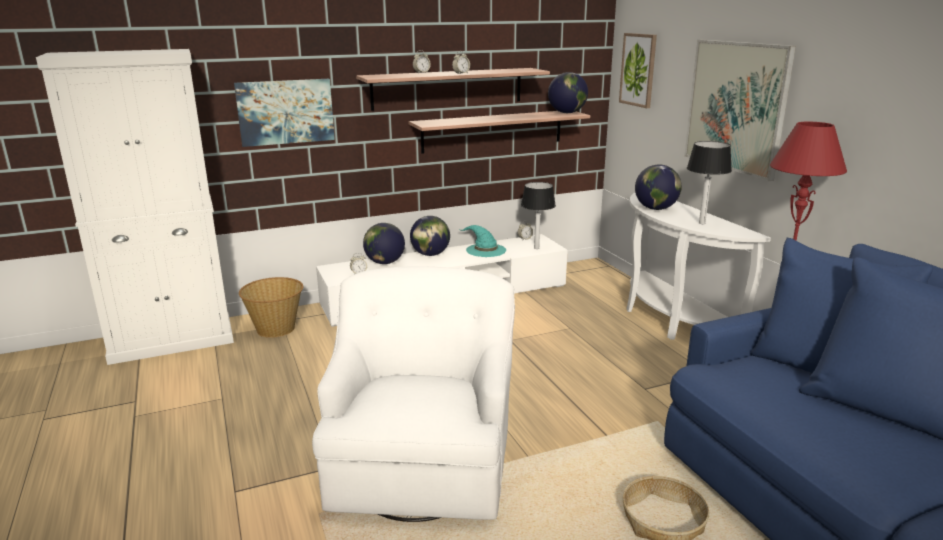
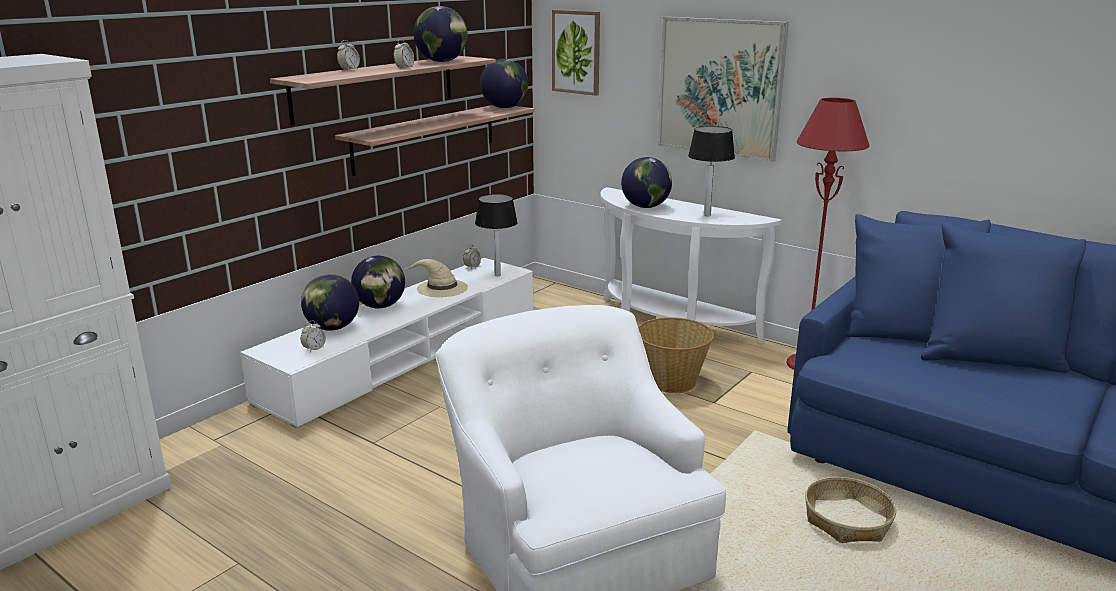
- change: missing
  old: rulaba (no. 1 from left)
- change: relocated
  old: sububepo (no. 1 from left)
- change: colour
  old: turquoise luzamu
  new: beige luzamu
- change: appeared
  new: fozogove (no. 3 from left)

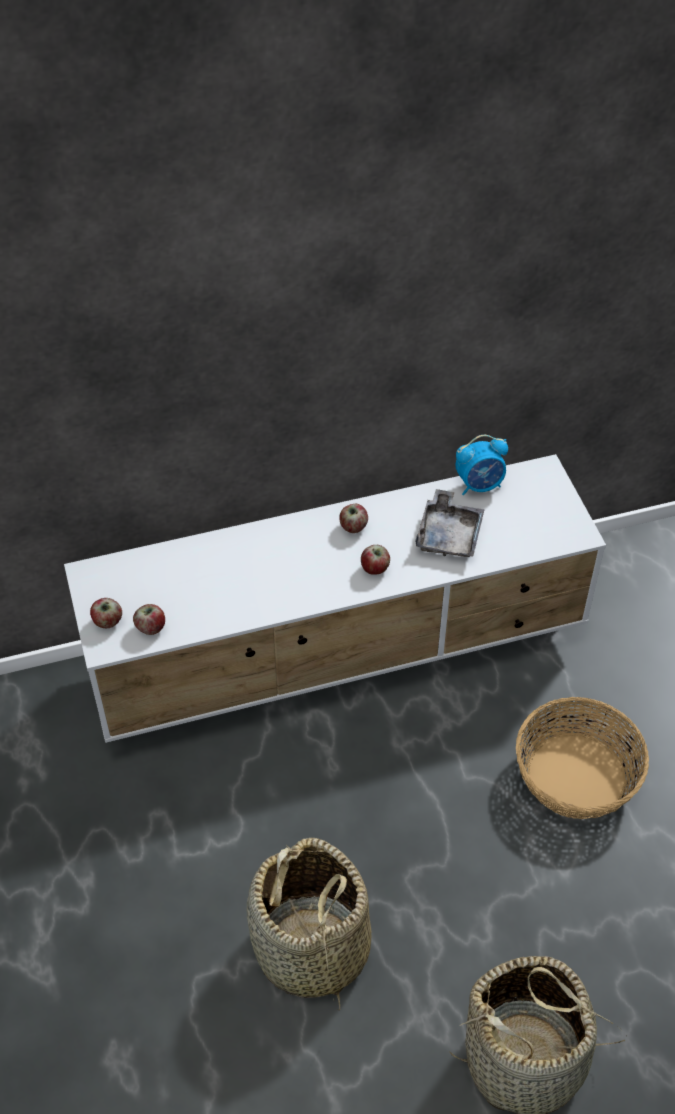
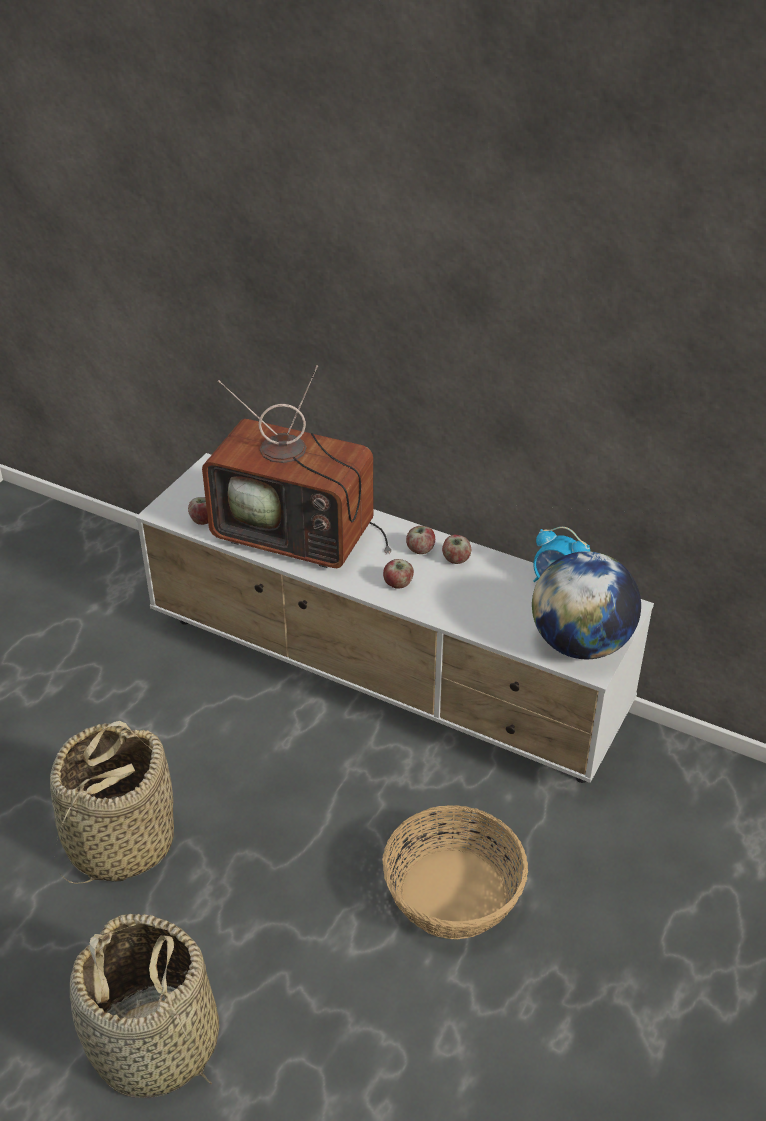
- change: relocated
  old: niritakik (no. 1 from left in the first image)
  new: niritakik (no. 4 from left)
- change: missing
  old: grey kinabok
- change: appeared
  new: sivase
- change: appeared
  new: fozogove

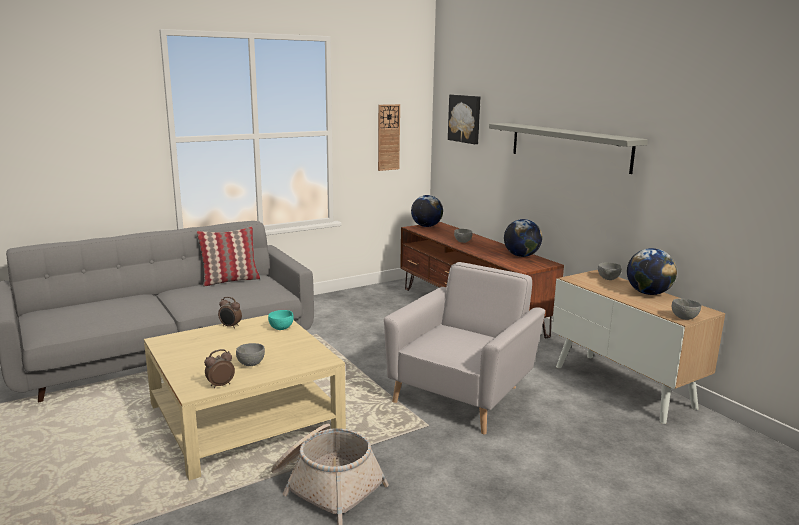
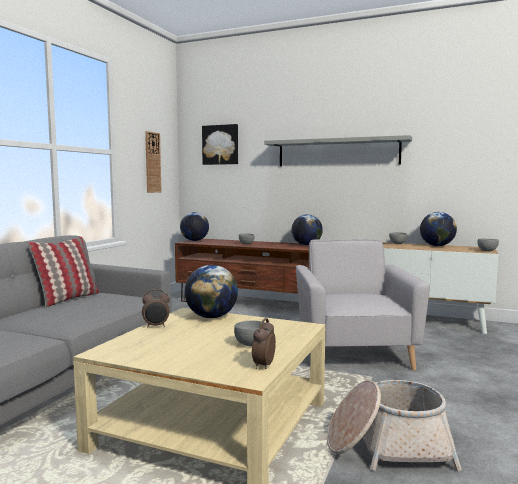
- change: exchanged
  old: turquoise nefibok
  new: fozogove (no. 2 from left)

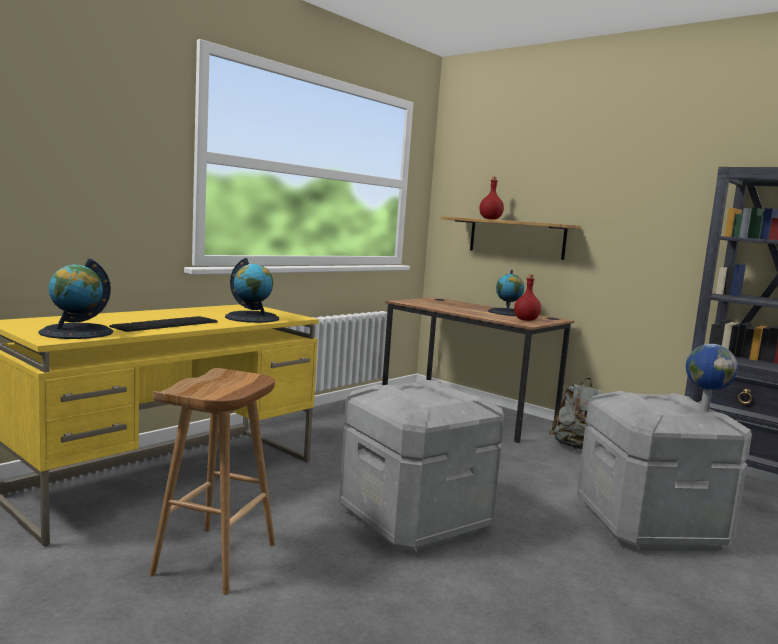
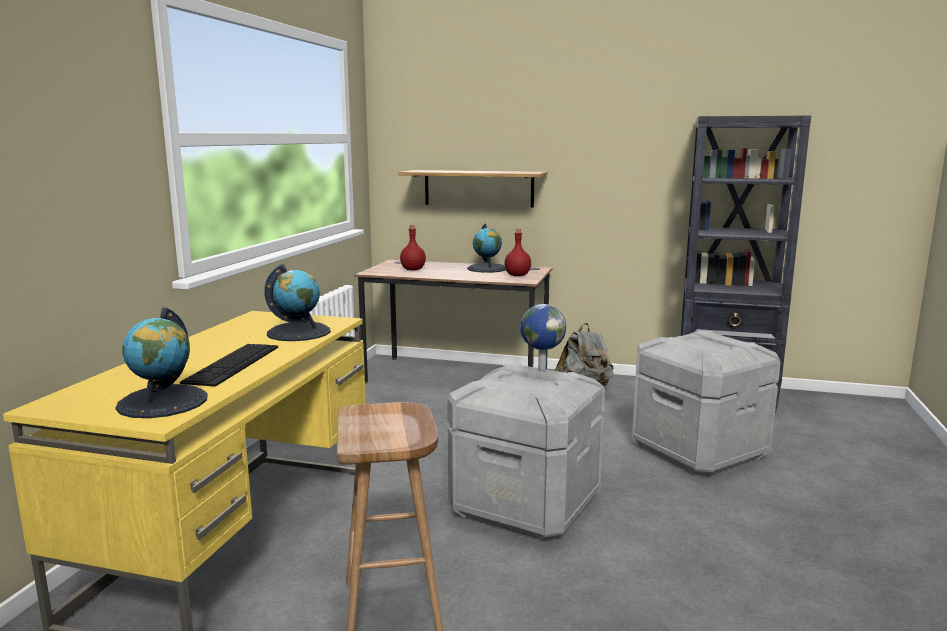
- change: relocated
  old: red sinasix (no. 1 from left)
- change: relocated
  old: fozogove (no. 4 from left)

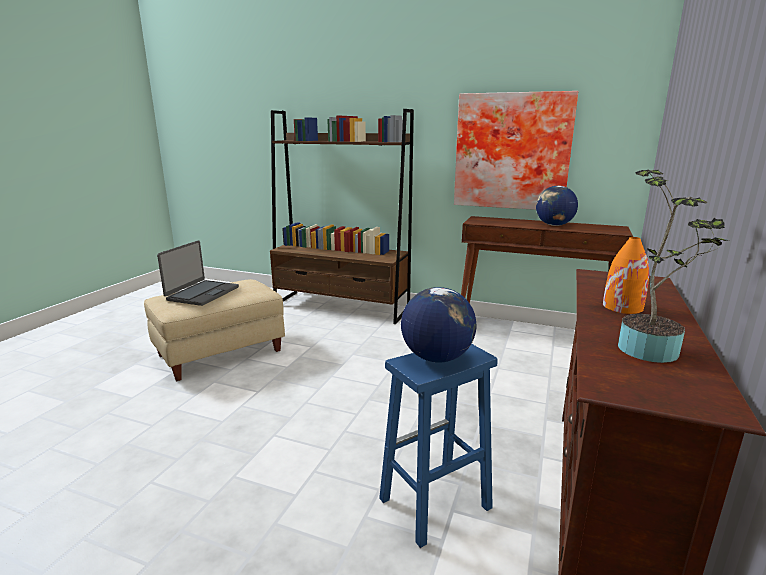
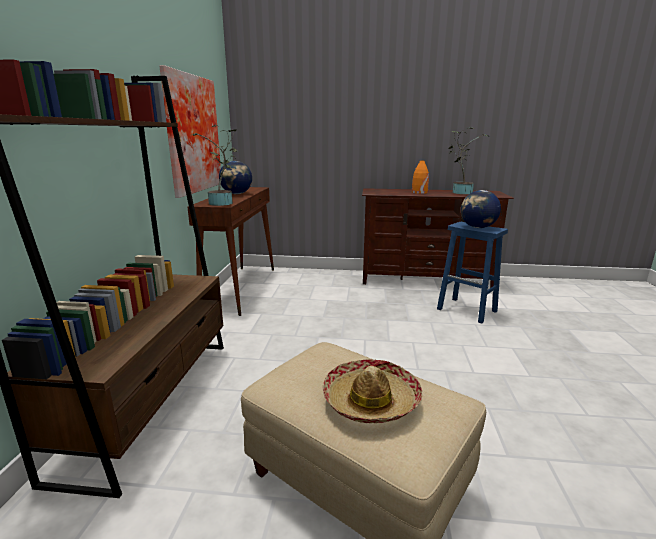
- change: exchanged
  old: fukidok
  new: luzamu
- change: appeared
  new: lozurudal (no. 1 from left)

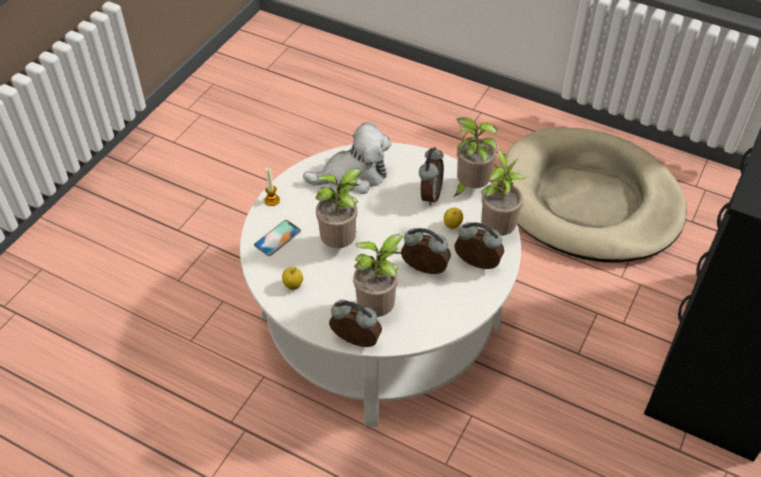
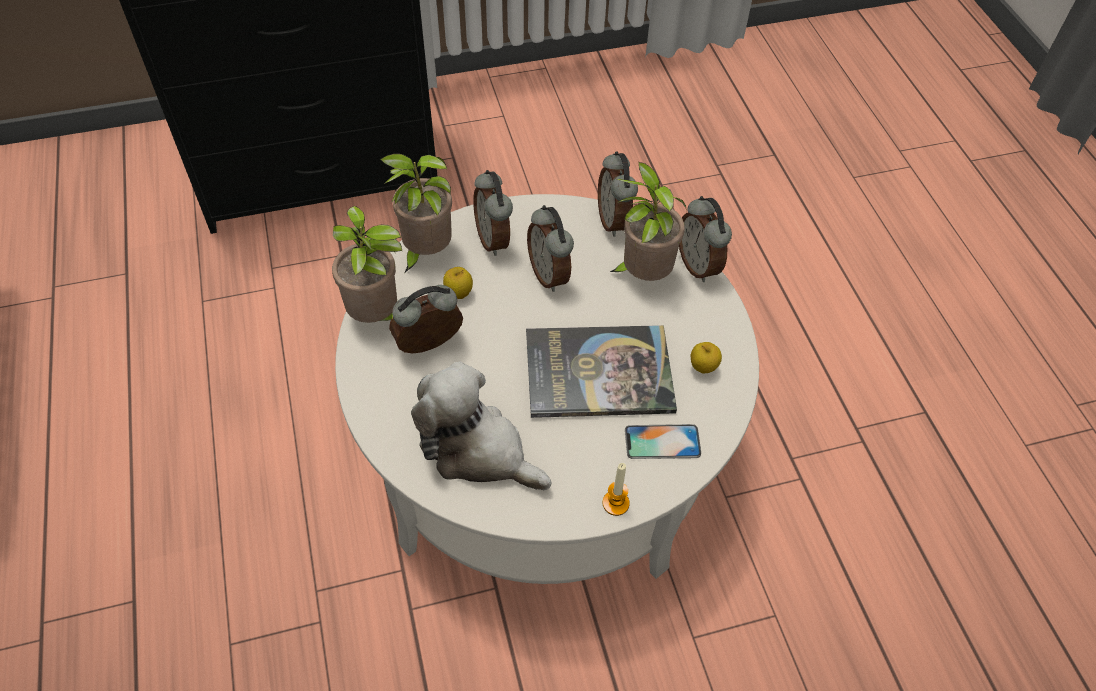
- change: exchanged
  old: lozurudal (no. 1 from left)
  new: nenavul
- change: missing
  old: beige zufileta
- change: appeared
  new: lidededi (no. 4 from left)

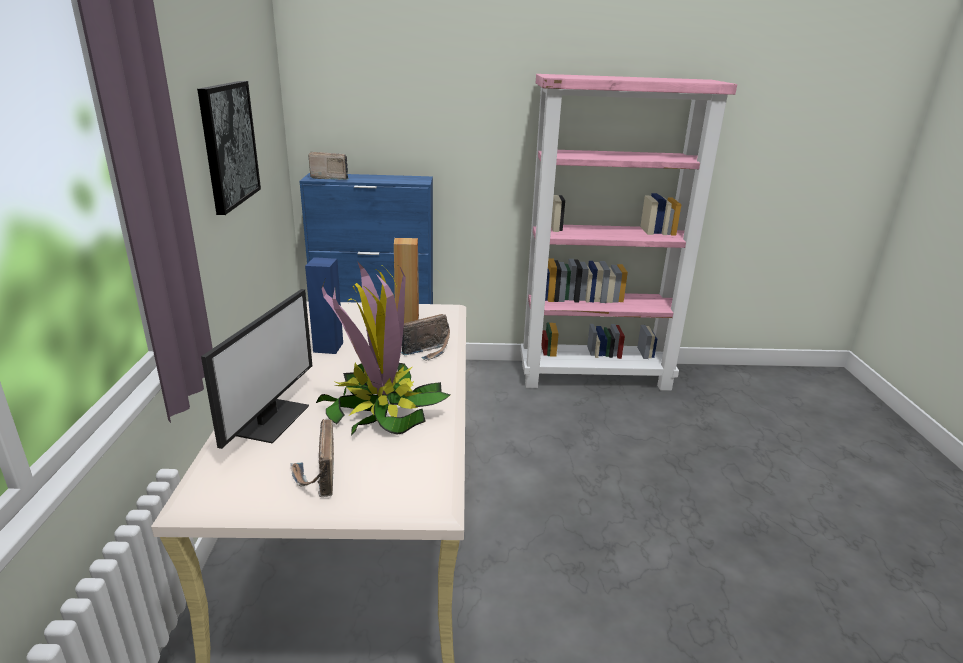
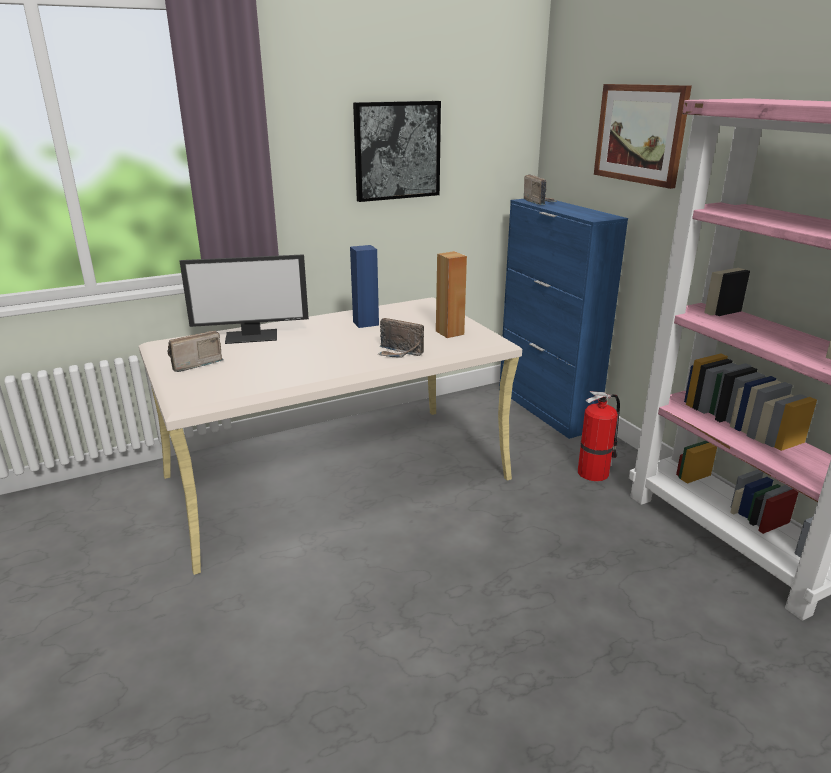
- change: missing
  old: lozurudal
- change: appeared
  new: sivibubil
- change: appeared
  new: rulaba (no. 2 from left)

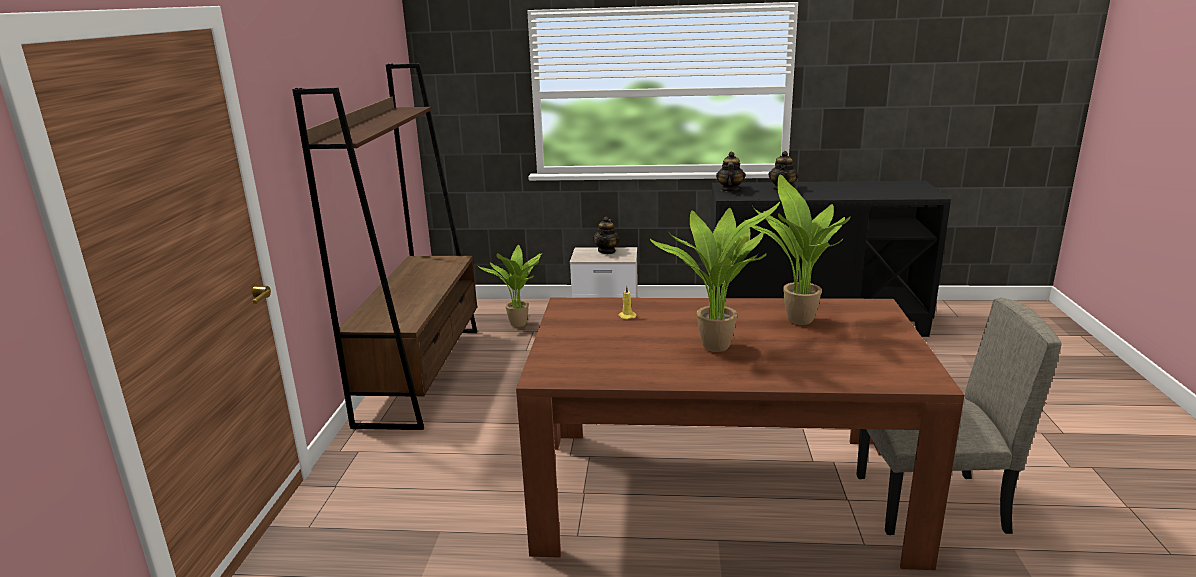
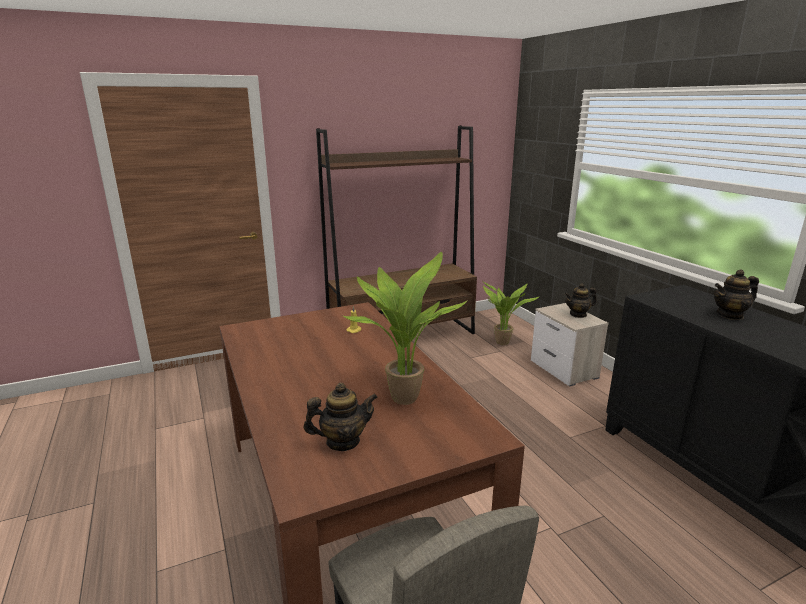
- change: missing
  old: lozurudal (no. 2 from left)
- change: relocated
  old: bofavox (no. 2 from left in the first image)
  new: bofavox (no. 1 from left)

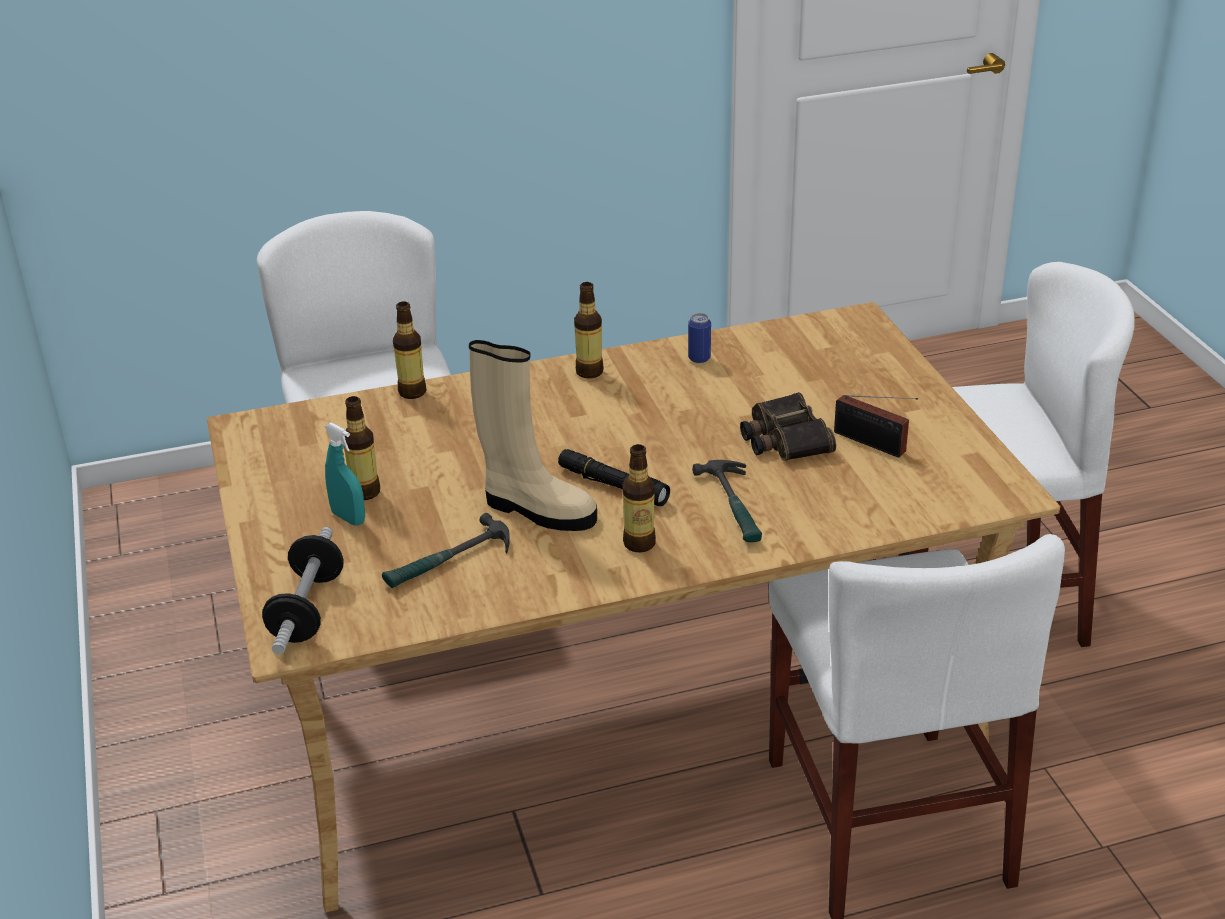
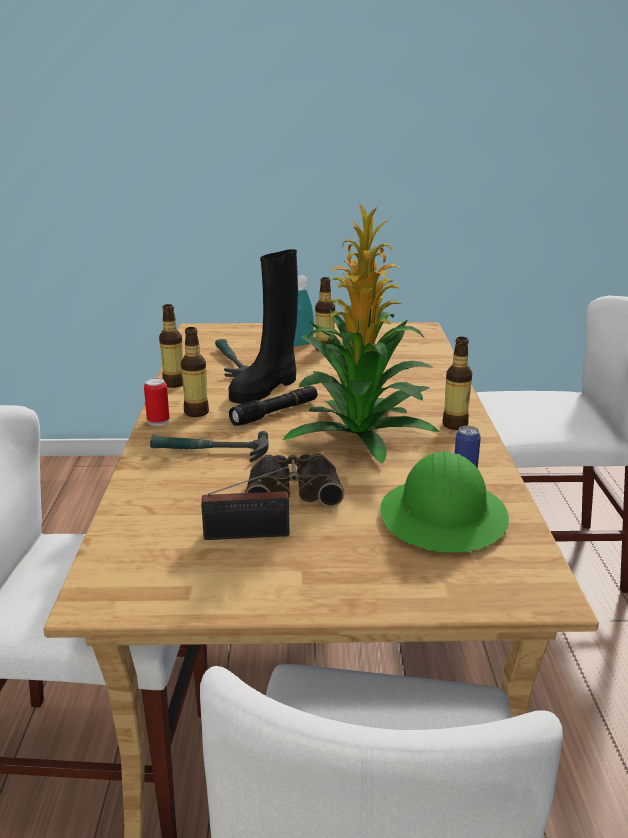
- change: missing
  old: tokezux
- change: relocated
  old: sinasix (no. 2 from left in the first image)
  new: sinasix (no. 1 from left)
- change: colour
  old: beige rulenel
  new: black rulenel
- change: spun
  old: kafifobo
  degrees: -150
- change: appeared
  new: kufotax (no. 1 from left)
- change: appeared
  new: lozurudal
- change: appeared
  new: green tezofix

